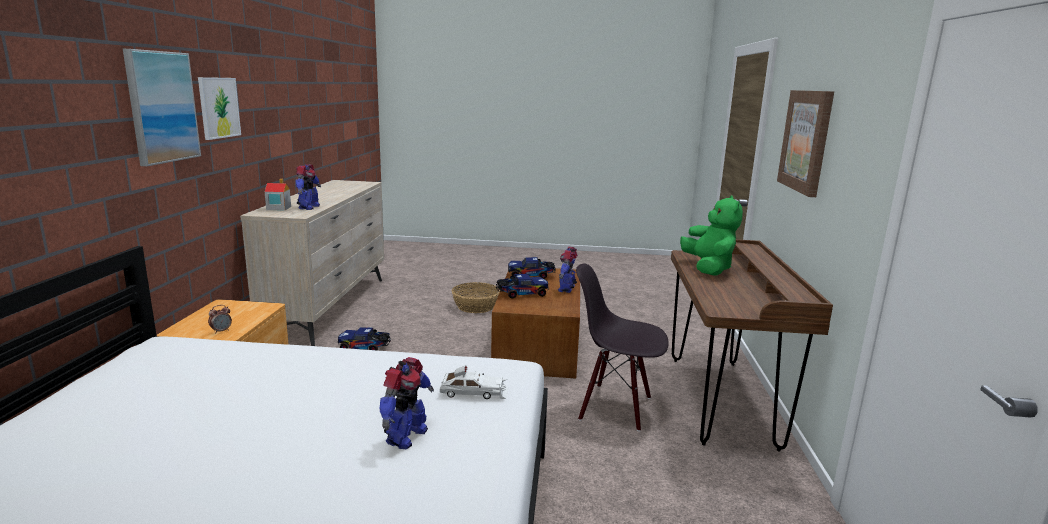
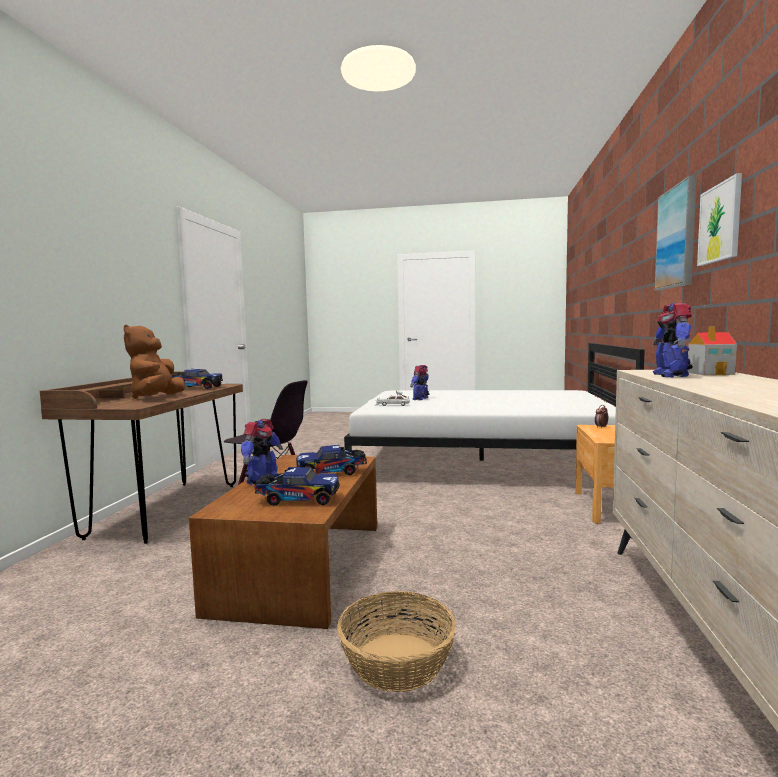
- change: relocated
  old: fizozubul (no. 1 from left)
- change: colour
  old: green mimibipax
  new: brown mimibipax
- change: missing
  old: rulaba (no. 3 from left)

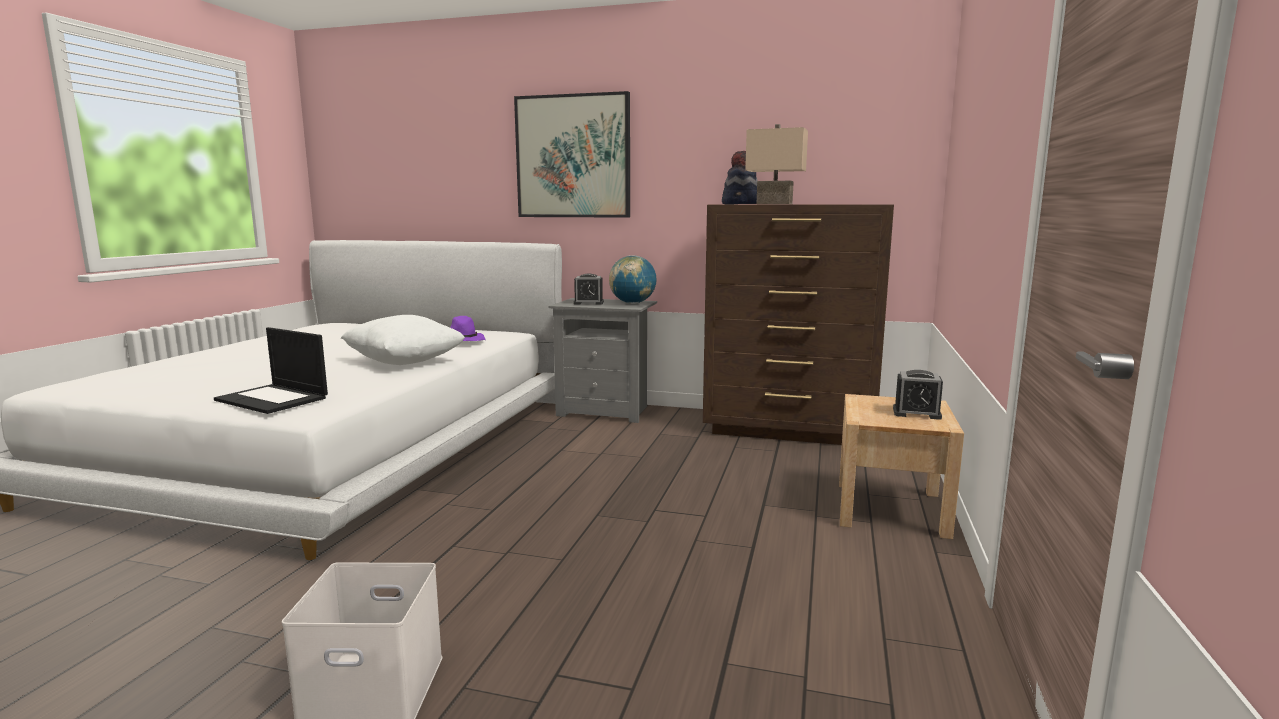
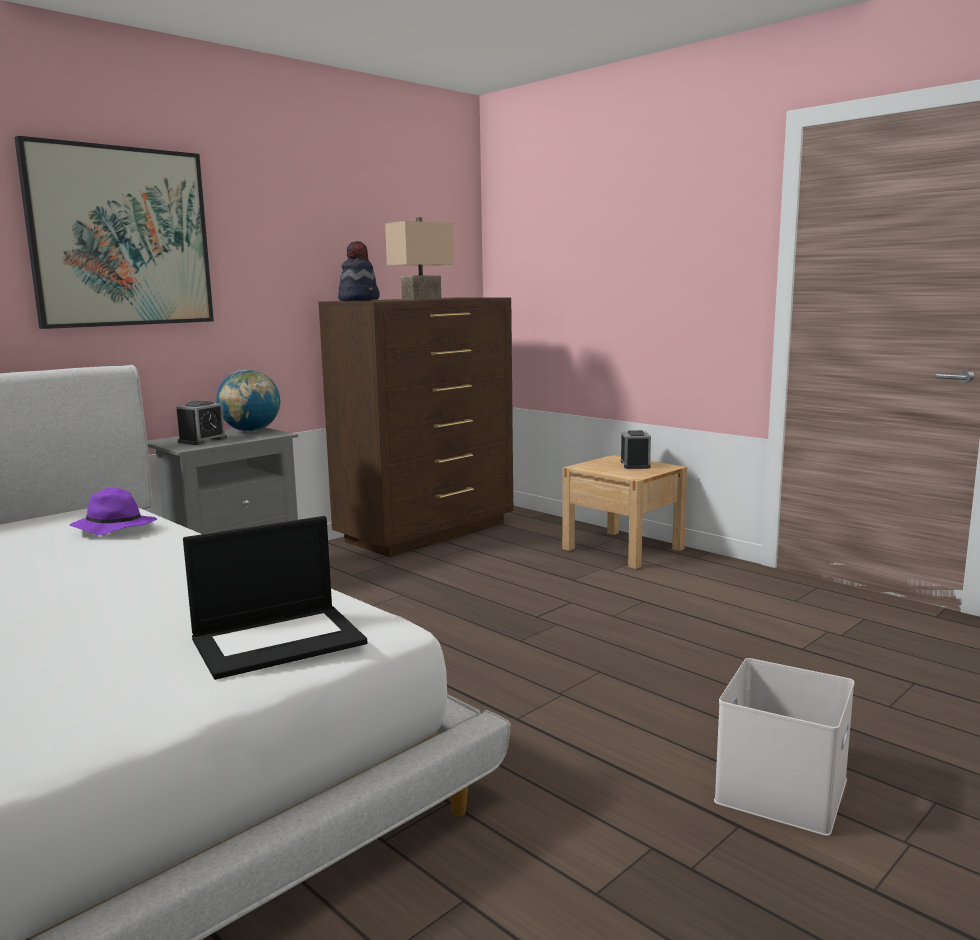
- change: missing
  old: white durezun
- change: spun
  old: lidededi (no. 2 from left)
  degrees: -45

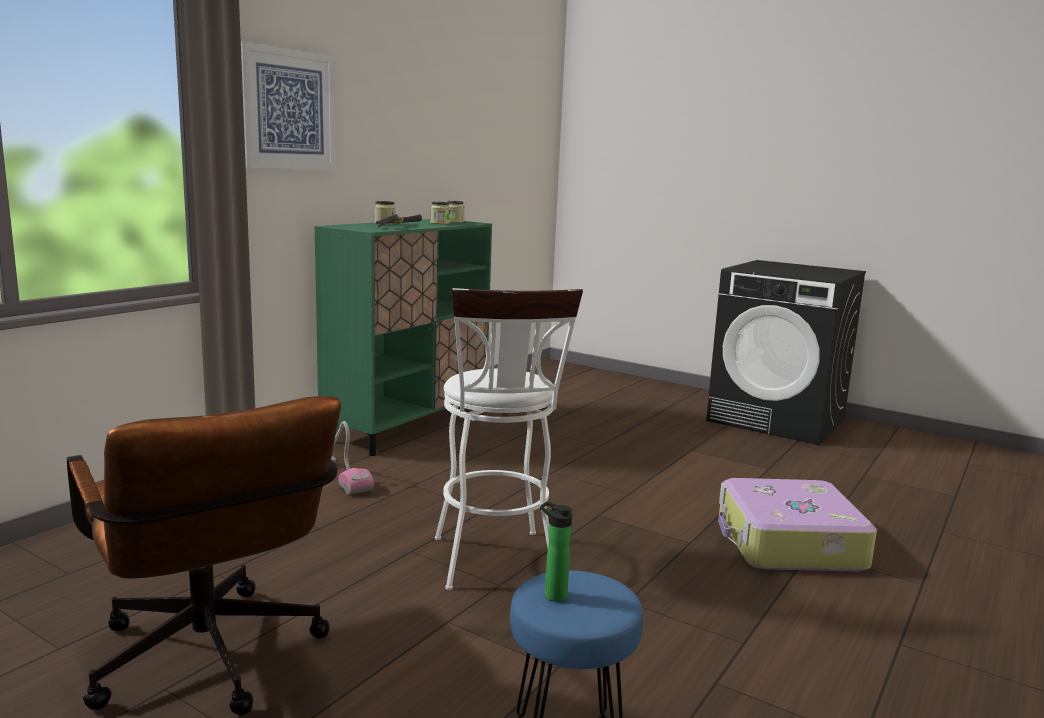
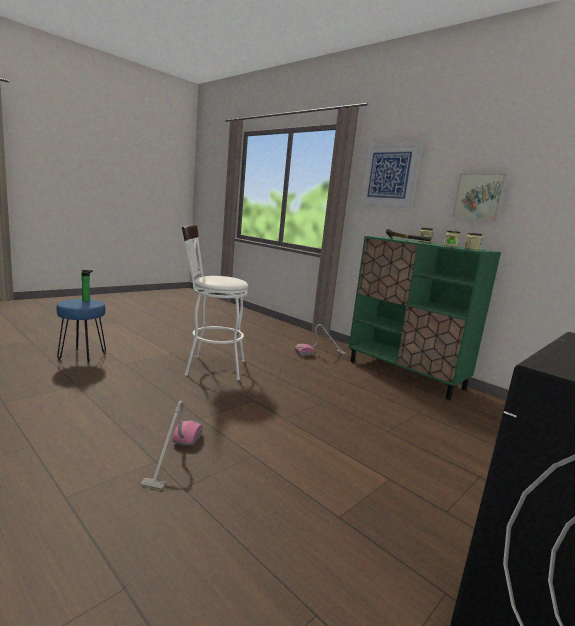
- change: missing
  old: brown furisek
- change: exchanged
  old: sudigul
  new: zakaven (no. 1 from left)
- change: appeared
  new: rulaba (no. 2 from left)

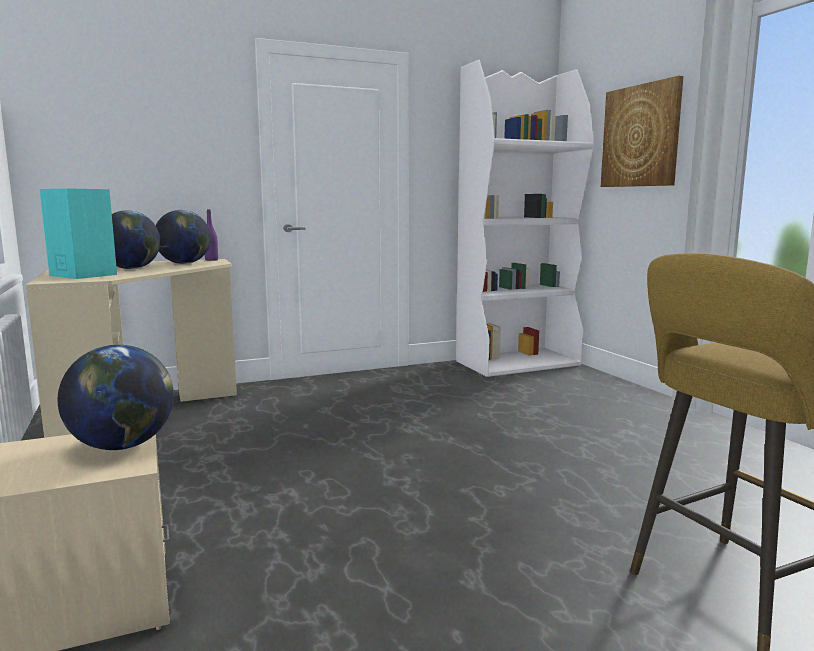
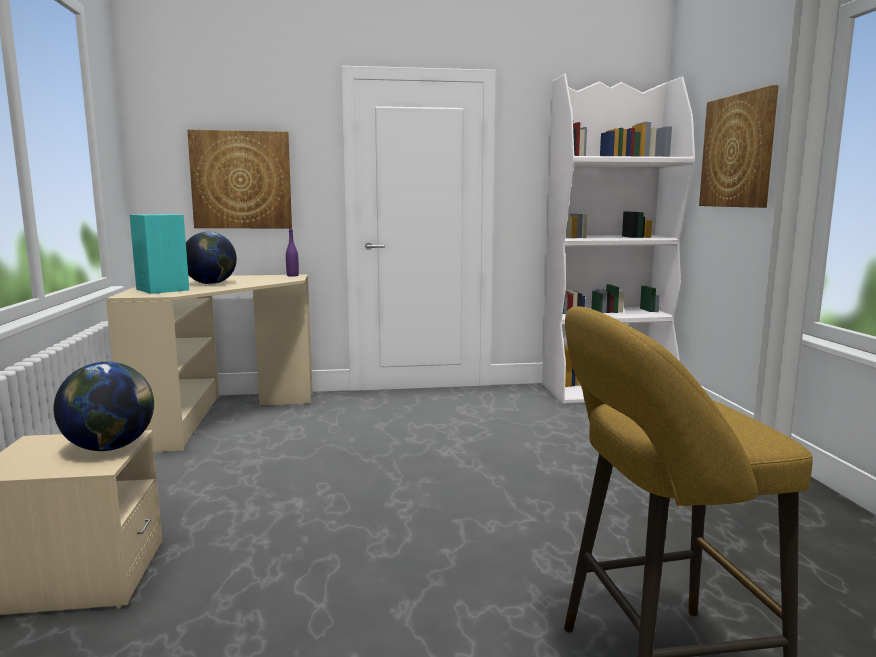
- change: missing
  old: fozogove (no. 3 from left)
- change: appeared
  new: rulaba (no. 1 from left)

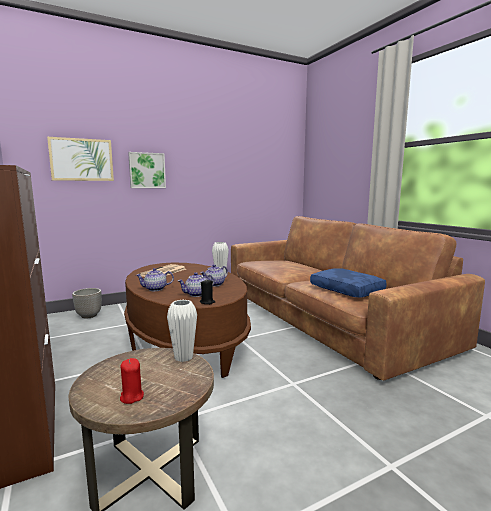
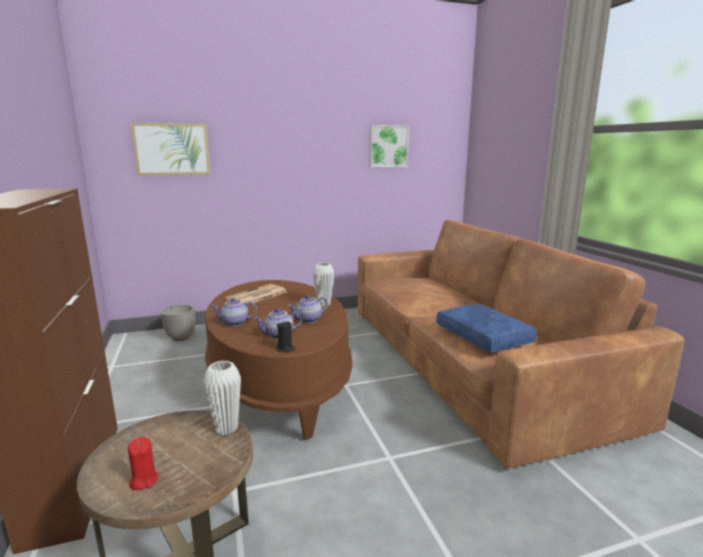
- change: relocated
  old: rulaba (no. 2 from left)

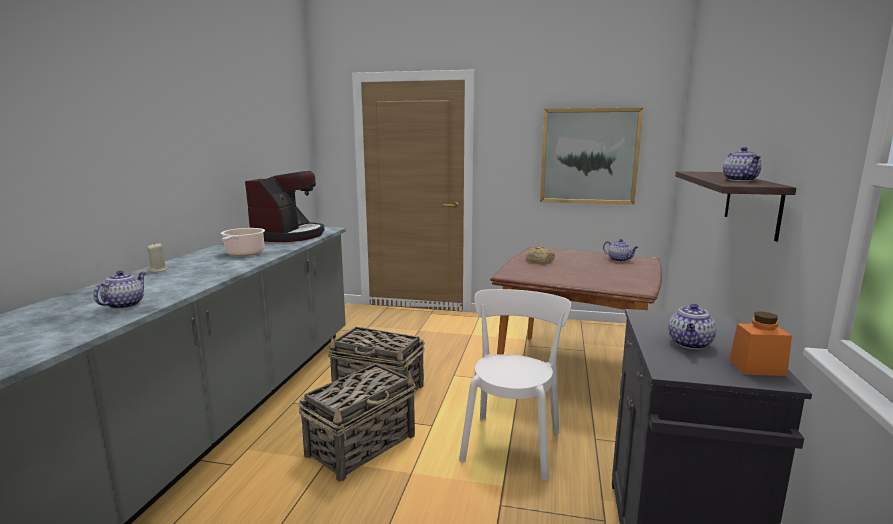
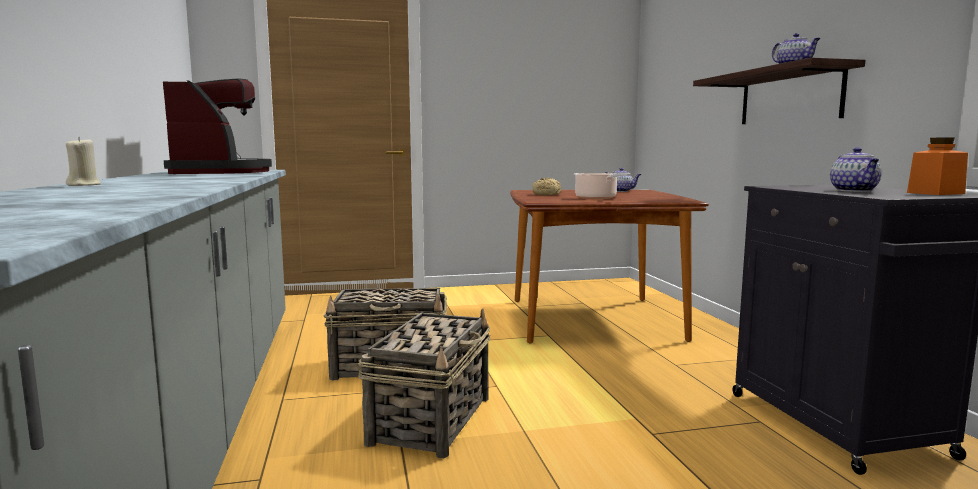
- change: missing
  old: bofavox (no. 1 from left)
- change: relocated
  old: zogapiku
- change: missing
  old: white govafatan
- change: missing
  old: rulaba

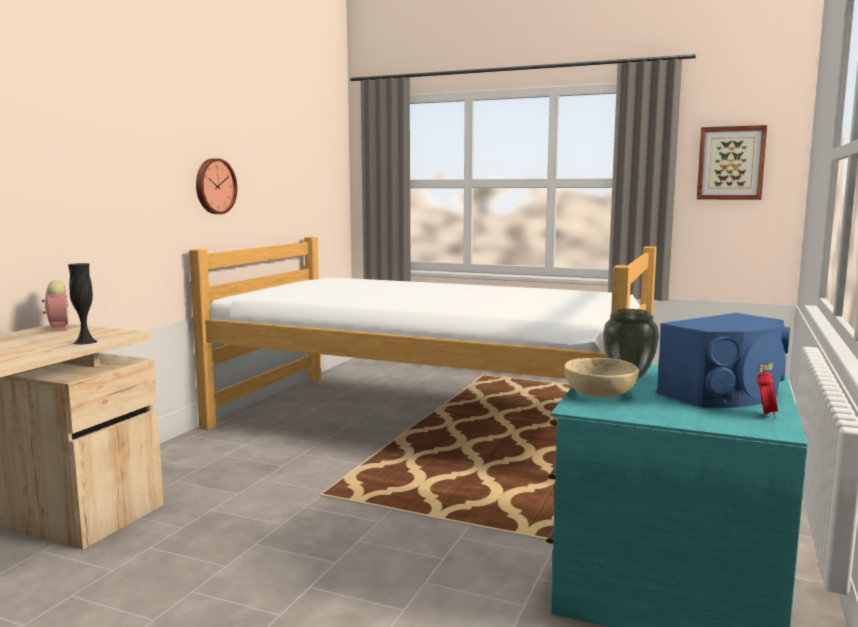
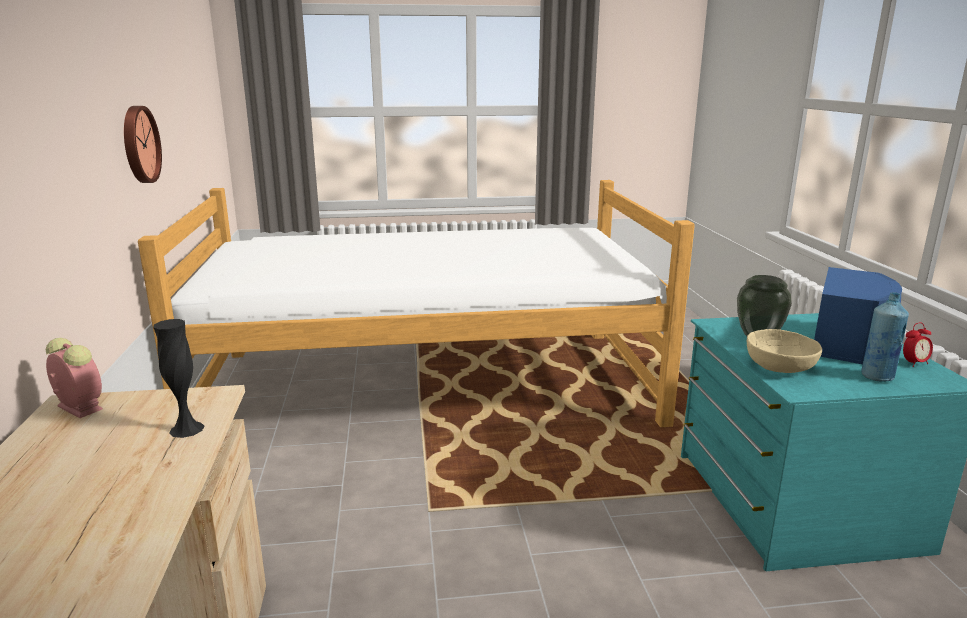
- change: missing
  old: rulaba
- change: spun
  old: lidededi (no. 2 from left)
  degrees: 75
- change: appeared
  new: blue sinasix

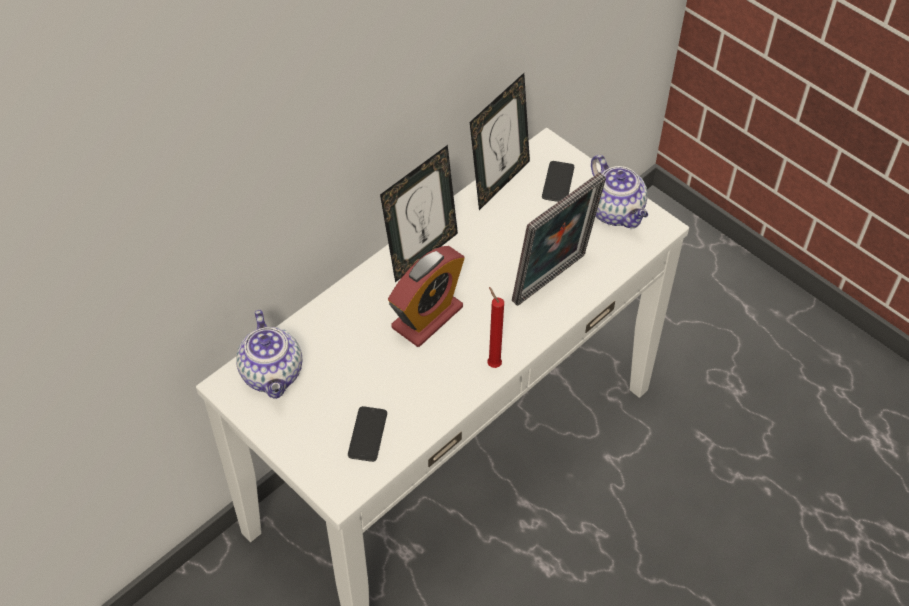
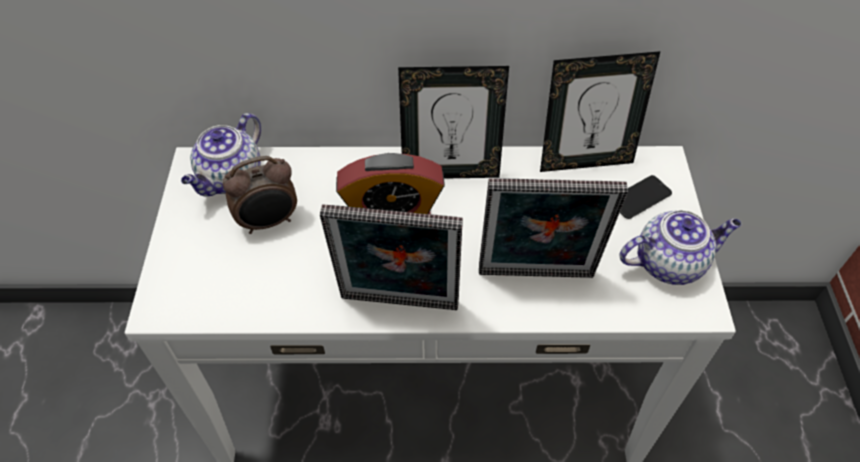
- change: missing
  old: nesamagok (no. 1 from left)
- change: exchanged
  old: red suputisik
  new: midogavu (no. 1 from left)
- change: spun
  old: bofavox (no. 2 from left)
  degrees: -120
- change: appeared
  new: lidededi (no. 1 from left)

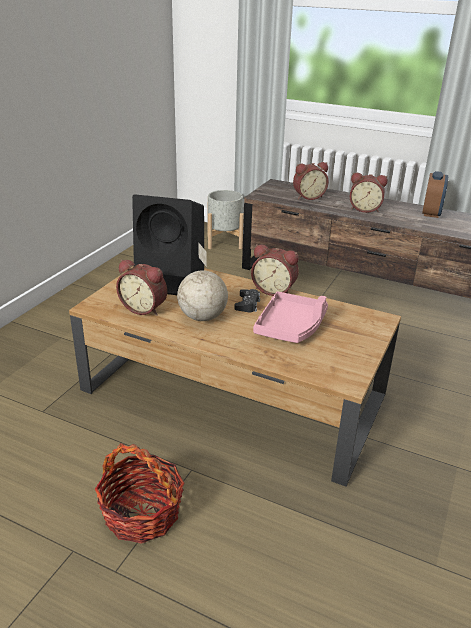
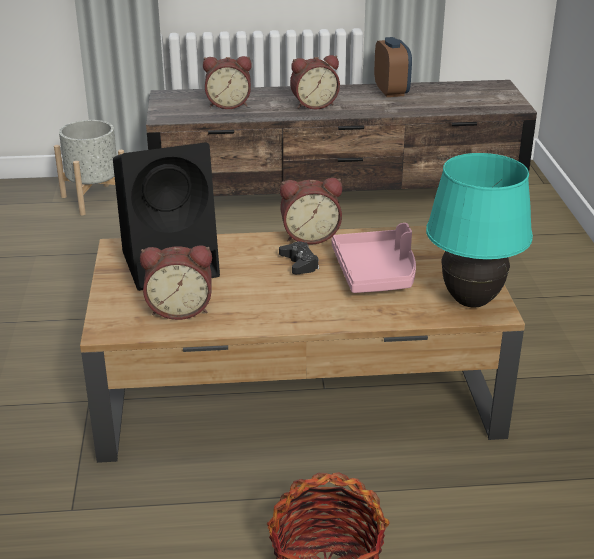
- change: missing
  old: fozogove
- change: spun
  old: lidededi (no. 3 from left in the first image)
  degrees: 45
- change: appeared
  new: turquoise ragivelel

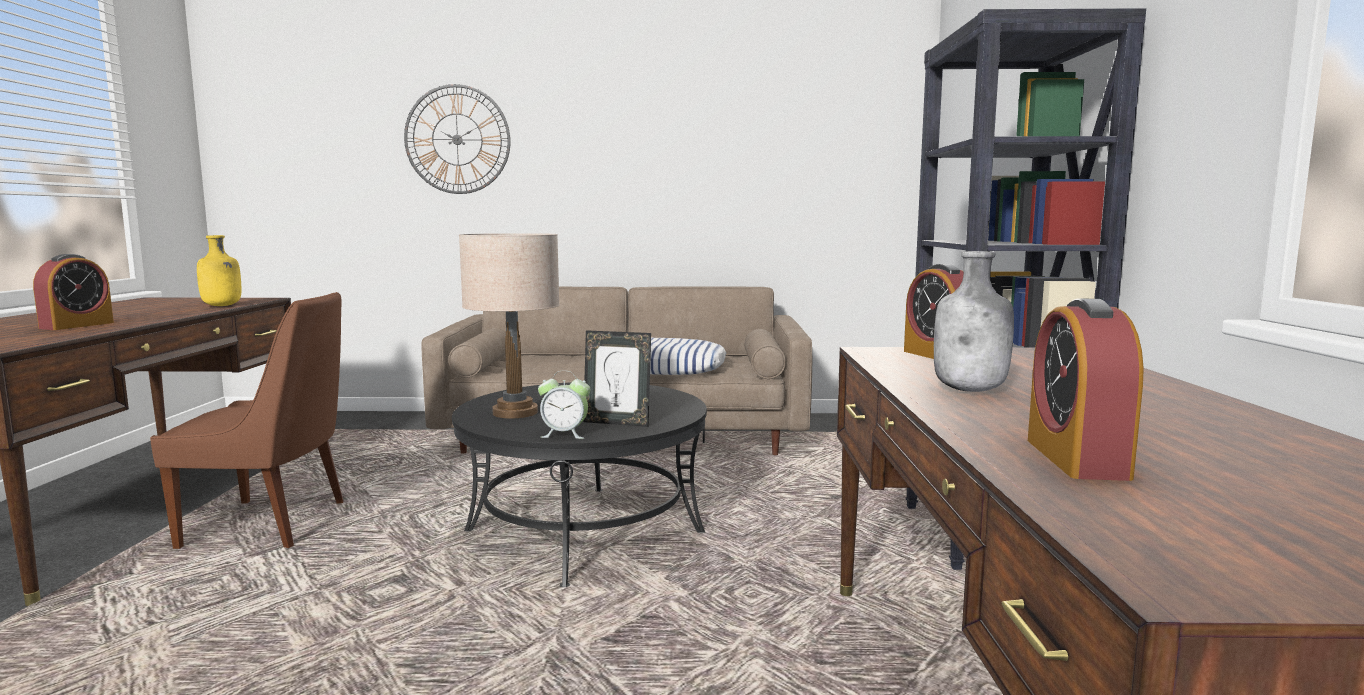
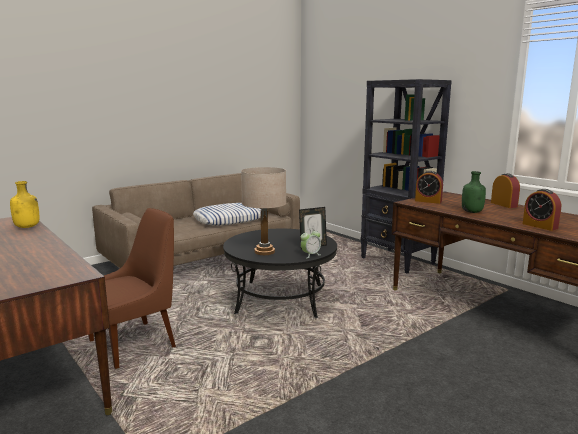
- change: relocated
  old: lidededi (no. 1 from left in the first image)
  new: lidededi (no. 3 from left)
- change: missing
  old: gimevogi
- change: colour
  old: grey sinasix
  new: green sinasix

